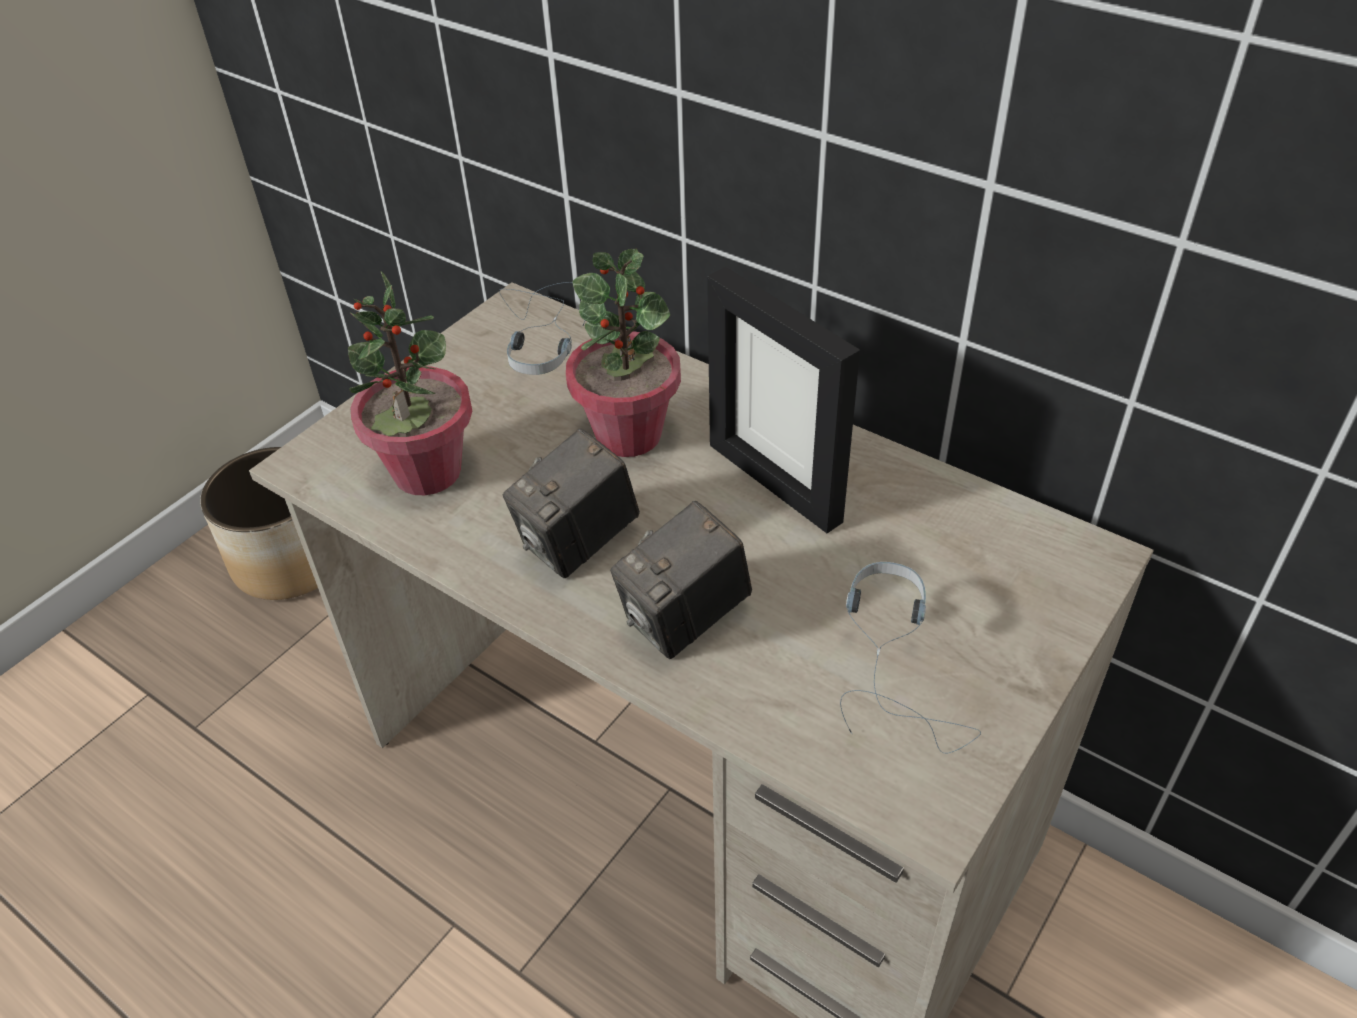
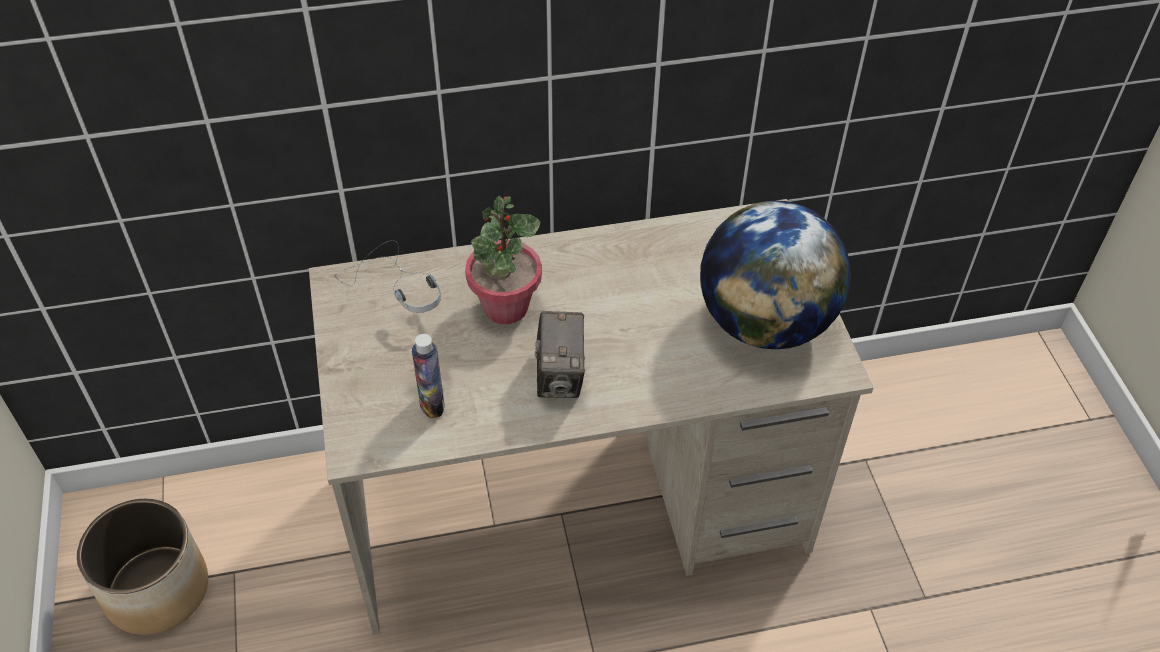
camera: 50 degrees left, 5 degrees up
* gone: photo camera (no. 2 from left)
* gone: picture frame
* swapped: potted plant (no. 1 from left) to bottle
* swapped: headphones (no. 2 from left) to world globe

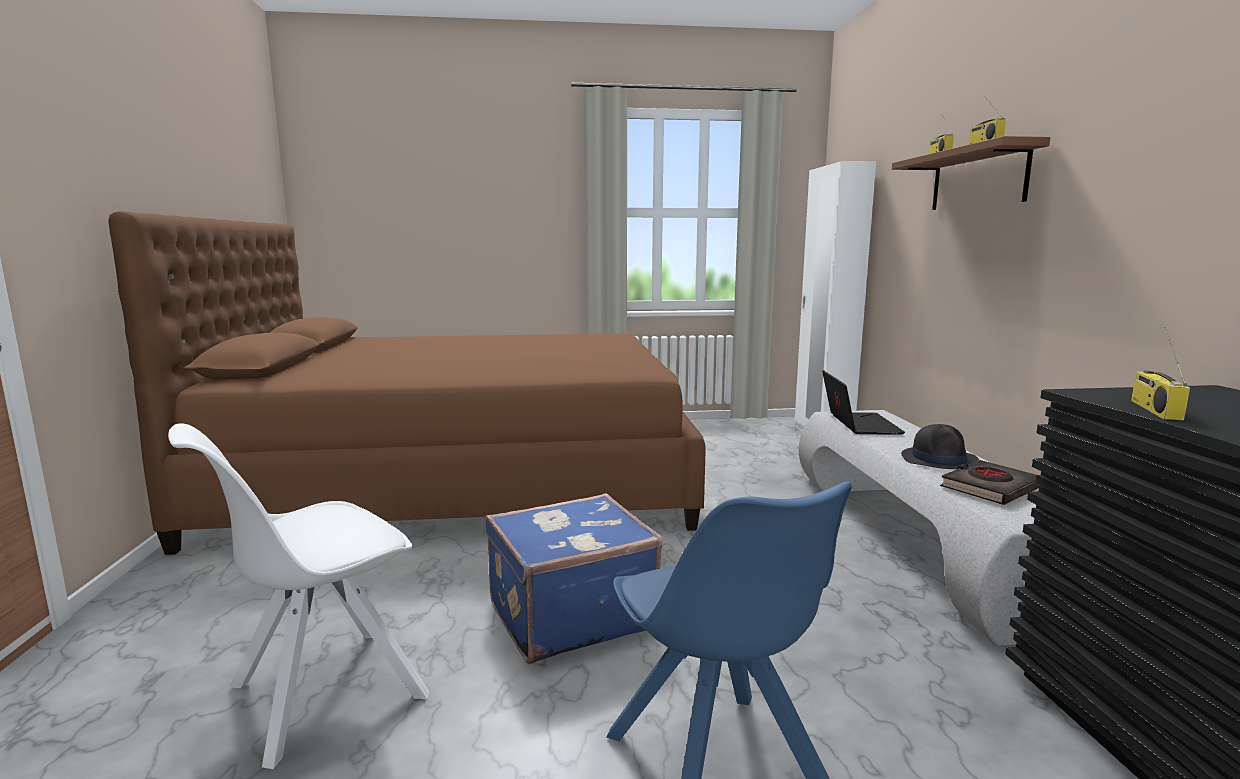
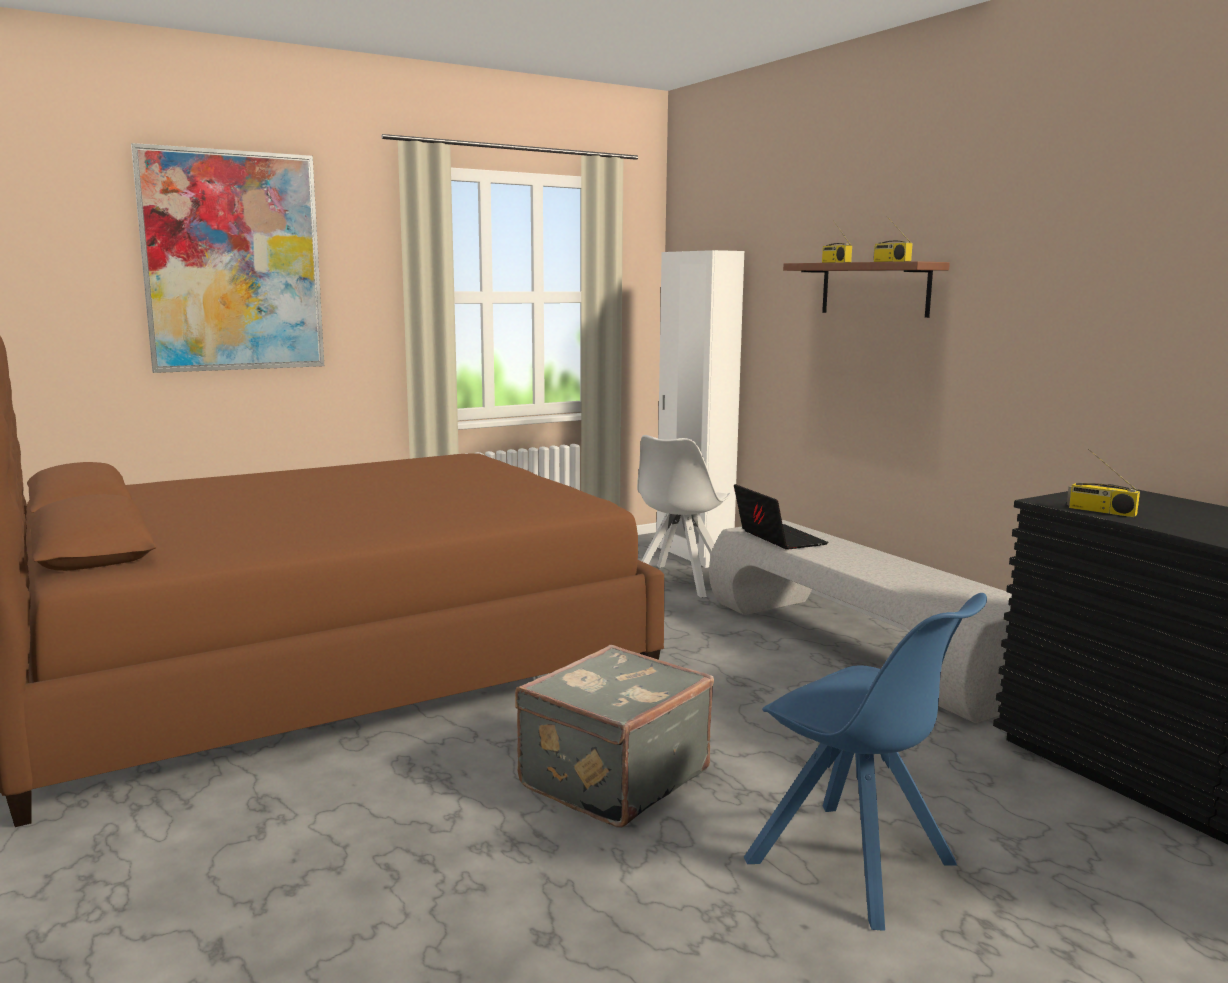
camera: 25 degrees left, 0 degrees up
* gone: hat (black)
* gone: volume (black)
* new: wall picture
* shifted: plain chair (white-coloured)
* repainted: suitcase (blue) to suitcase (gray)
* rotated: radio set (no. 3 from left) 45 degrees counterclockwise

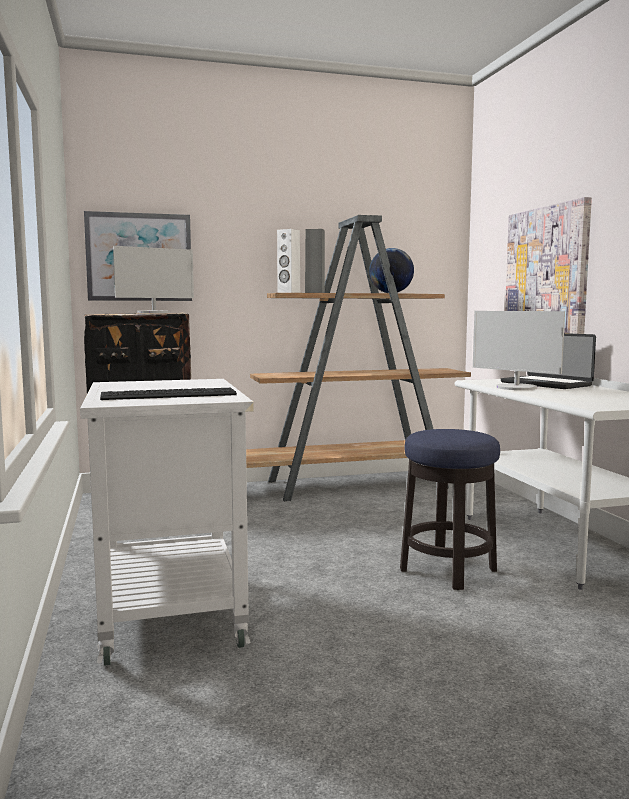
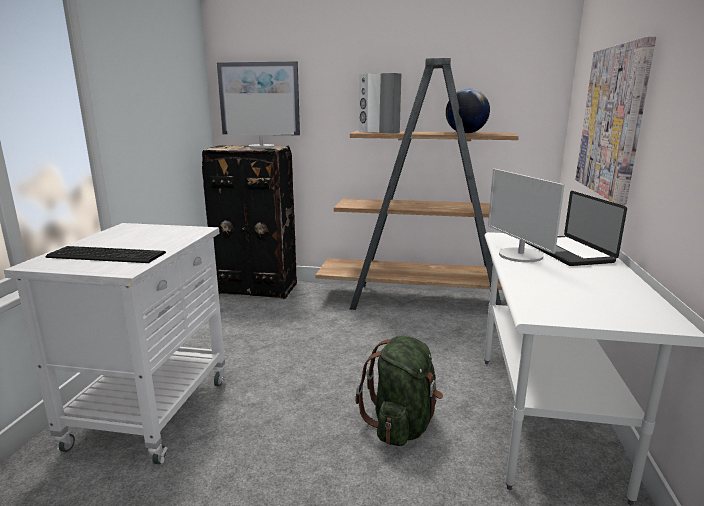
camera: 25 degrees right, 10 degrees up
* swapped: stool to knapsack (green-coloured)

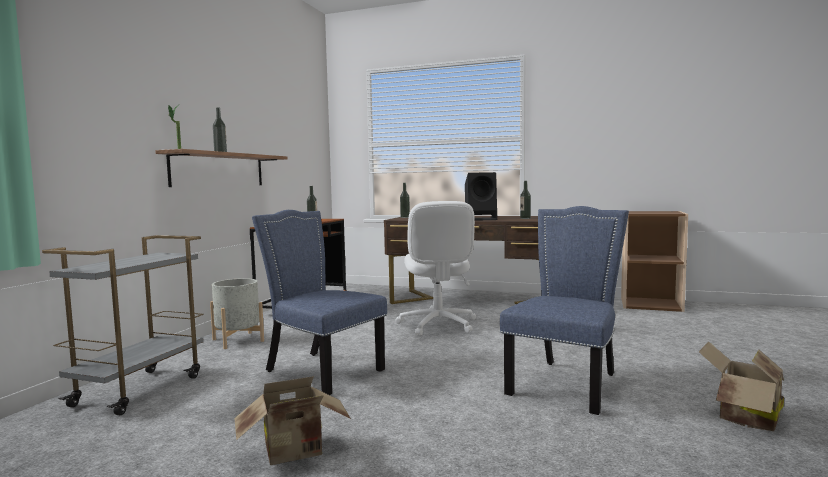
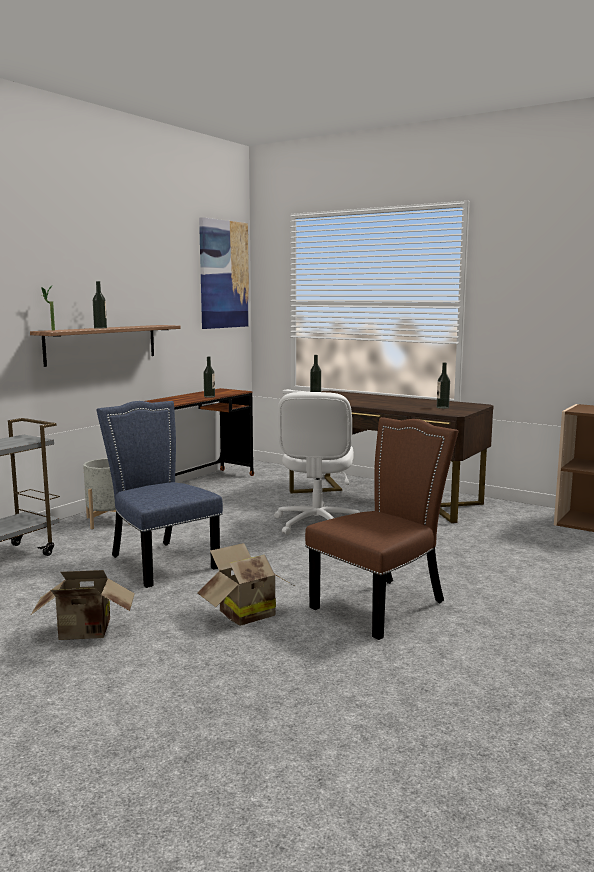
camera: 15 degrees right, 5 degrees up
* gone: audio speaker (black)
* new: wall picture
* shifted: cardboard box (no. 2 from left)
* repainted: plain chair (blue) (no. 2 from left) to plain chair (brown)

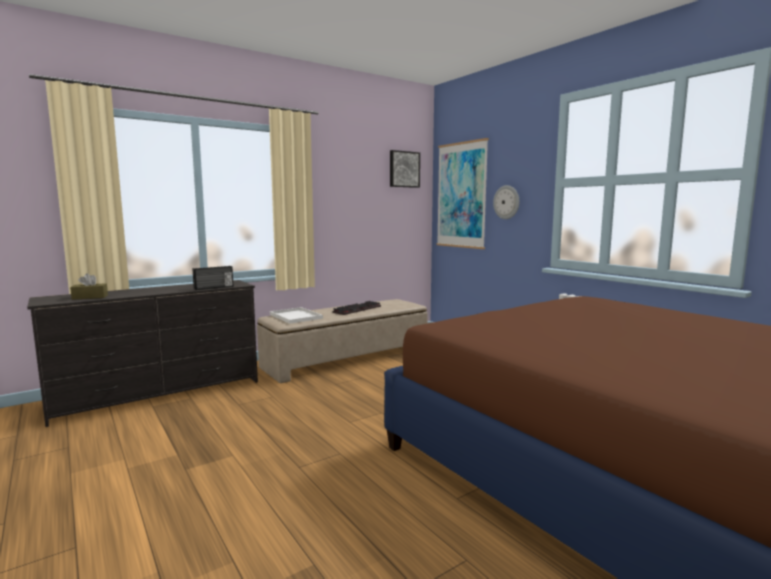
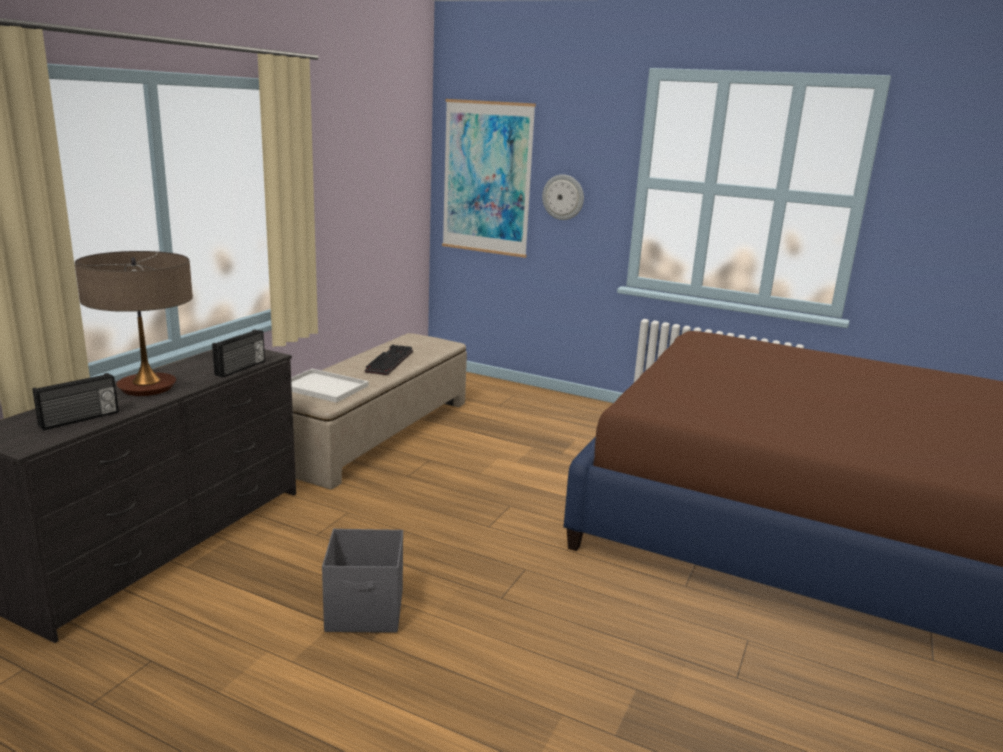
camera: 30 degrees left, 10 degrees up
* gone: wall picture (no. 1 from left)
* new: tabletop lamp
* new: storage box (gray)
* swapped: tissue box (brown) to radio set (no. 1 from left)

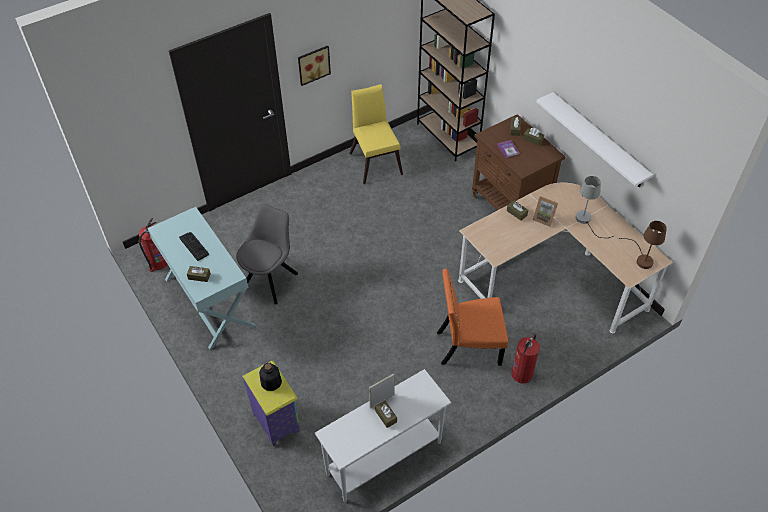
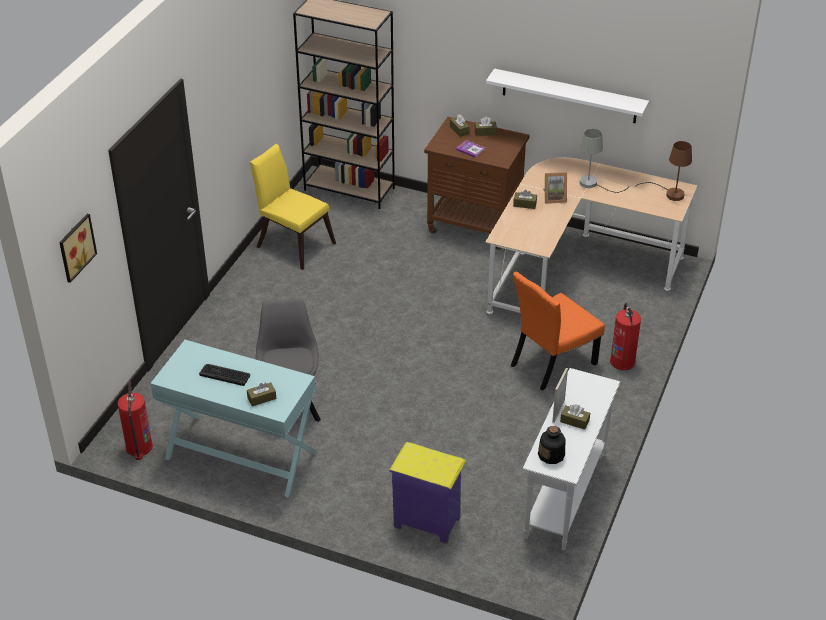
camera: 35 degrees left, 10 degrees down
* shifted: bottle
* shifted: wall picture

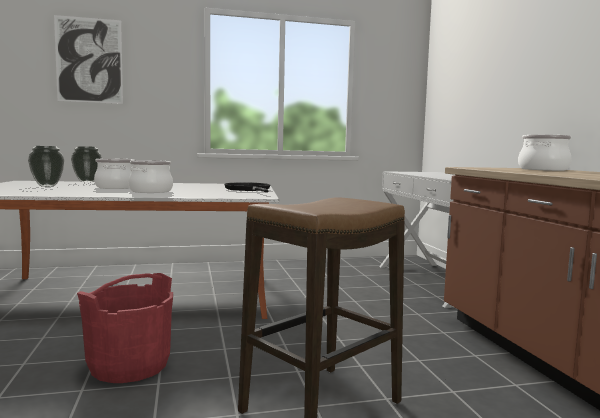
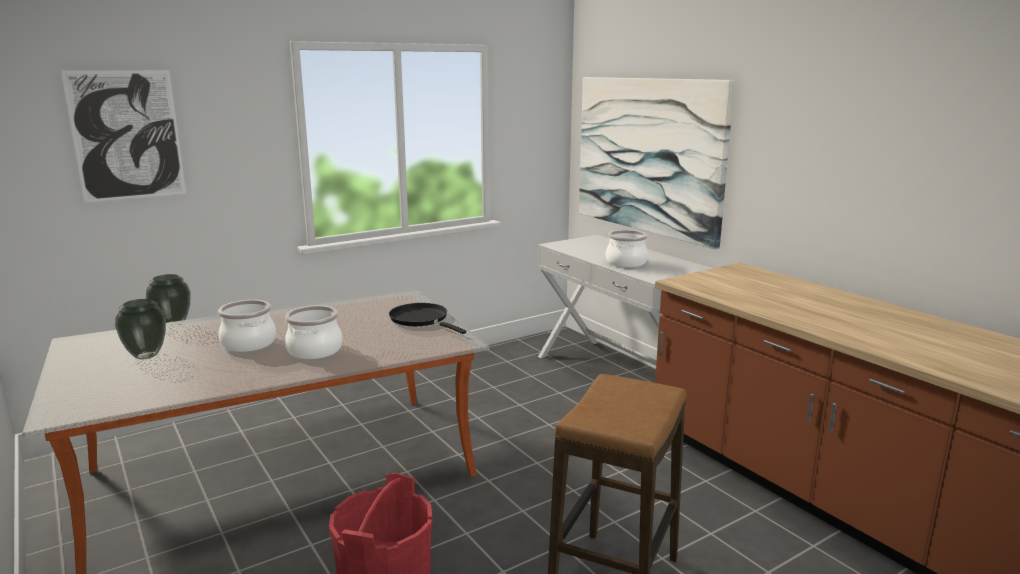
camera: 20 degrees left, 10 degrees up
* new: wall picture (no. 2 from left)
* shifted: cooking pot (no. 3 from left)

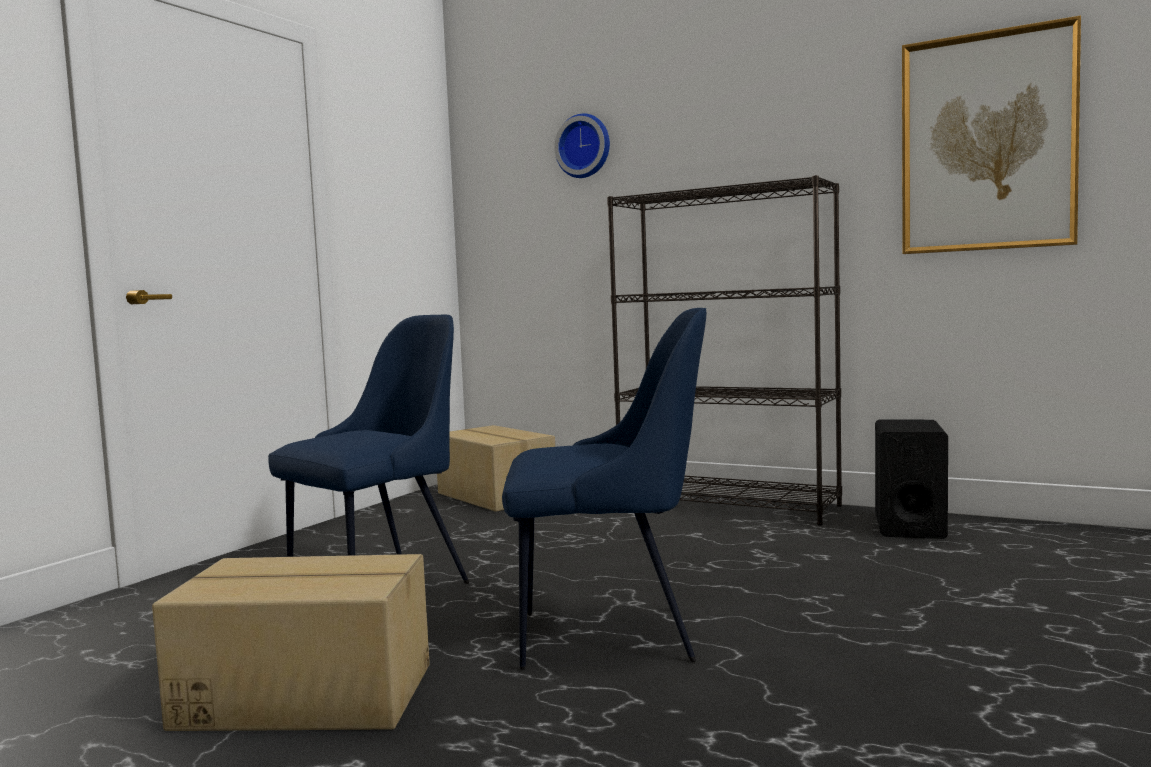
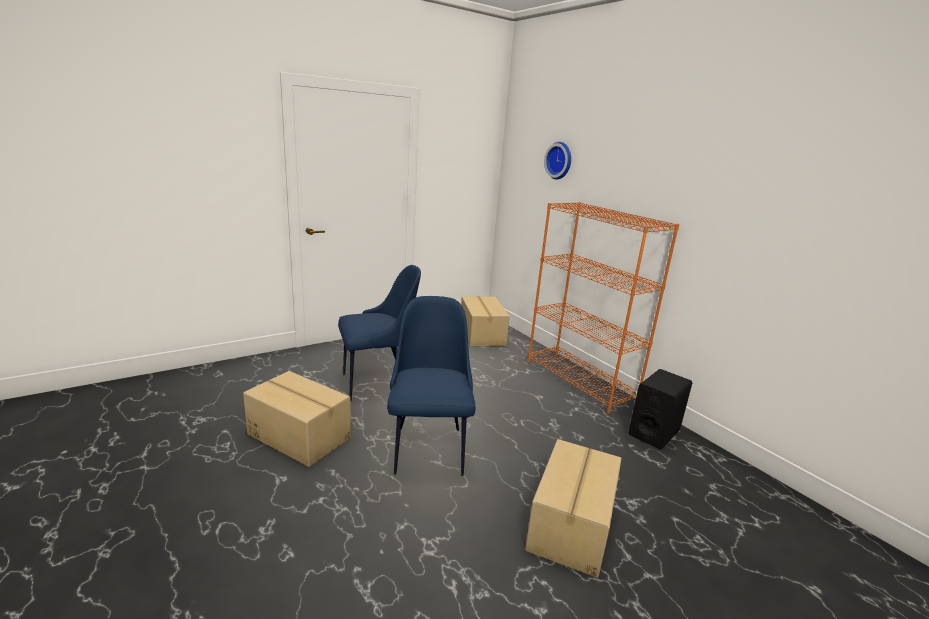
camera: 25 degrees right, 15 degrees up
* gone: wall picture
* new: cardboard box (no. 3 from left)
* repainted: shelving unit (black) to shelving unit (orange)
* rotated: plain chair (blue) (no. 2 from left) 120 degrees counterclockwise

